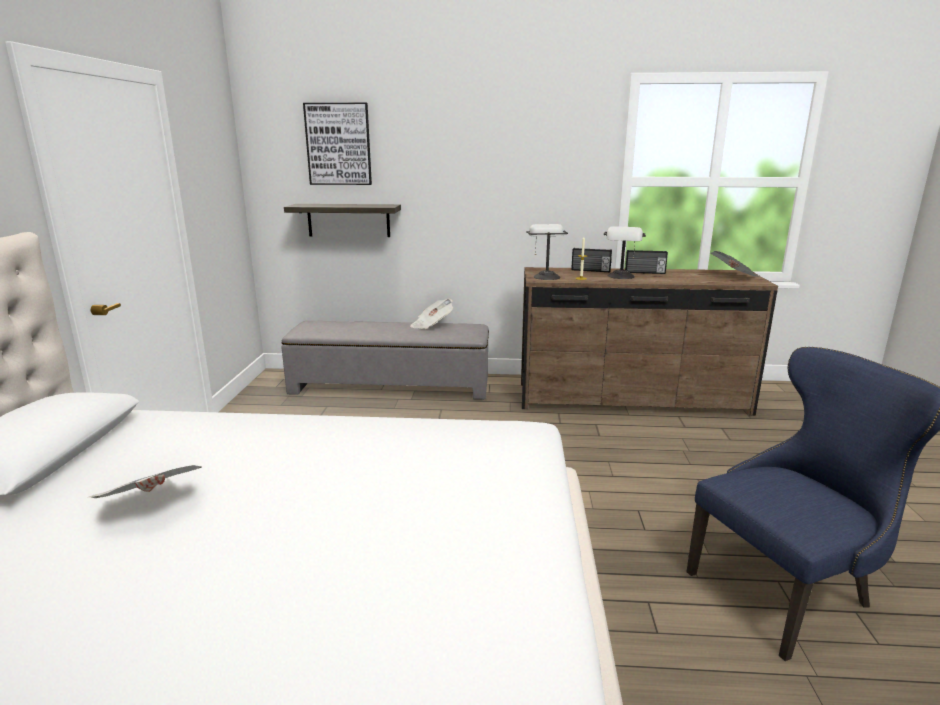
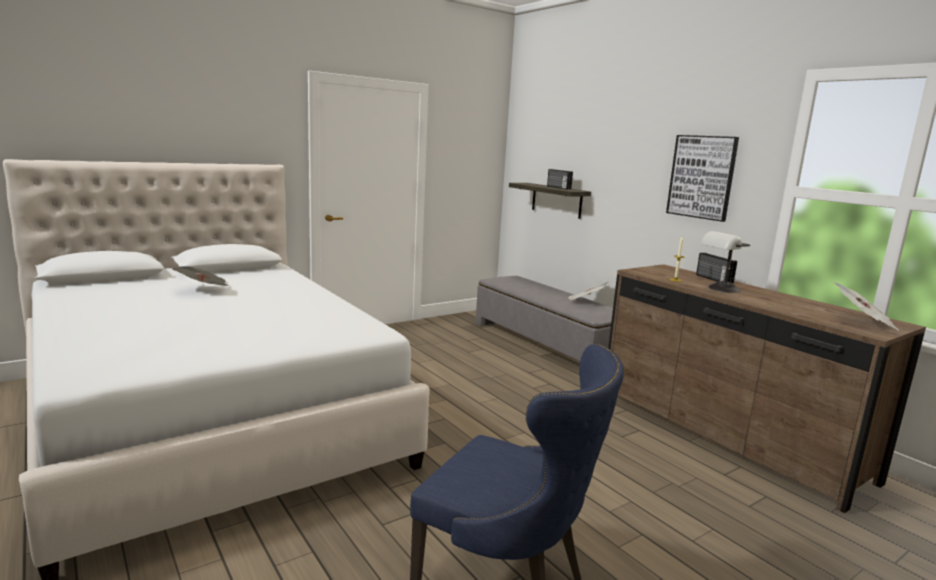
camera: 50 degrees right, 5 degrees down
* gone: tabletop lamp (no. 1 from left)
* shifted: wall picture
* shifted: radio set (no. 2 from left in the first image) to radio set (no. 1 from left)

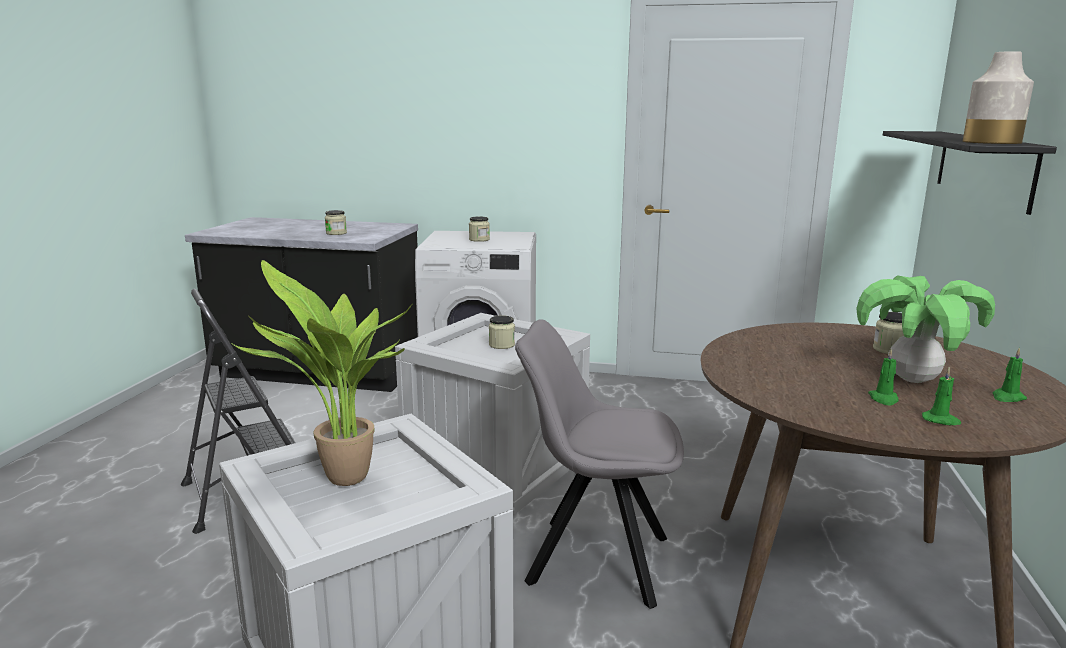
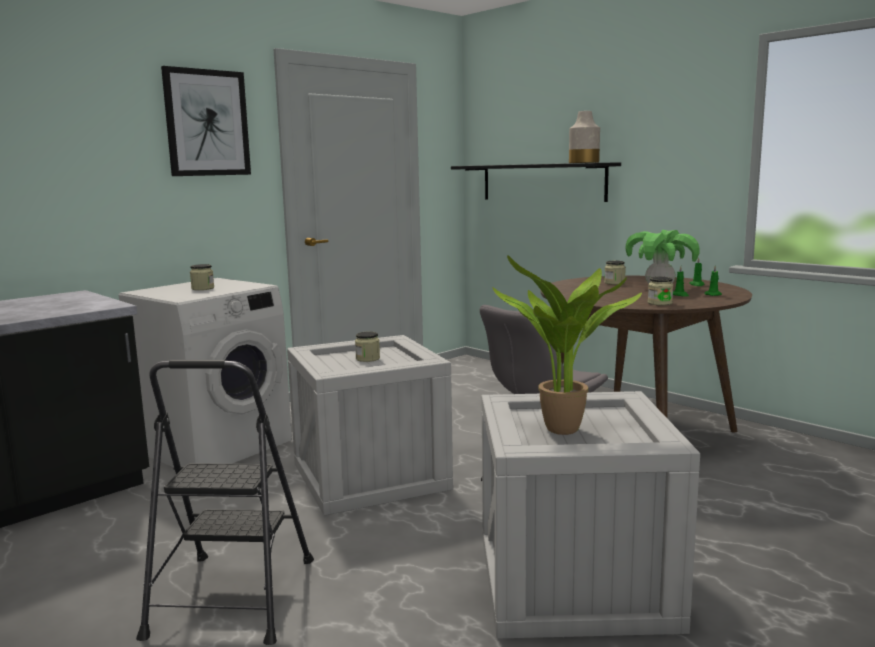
camera: 55 degrees left, 5 degrees down
* new: wall picture
* shifted: jar (no. 1 from left in the first image) to jar (no. 4 from left)

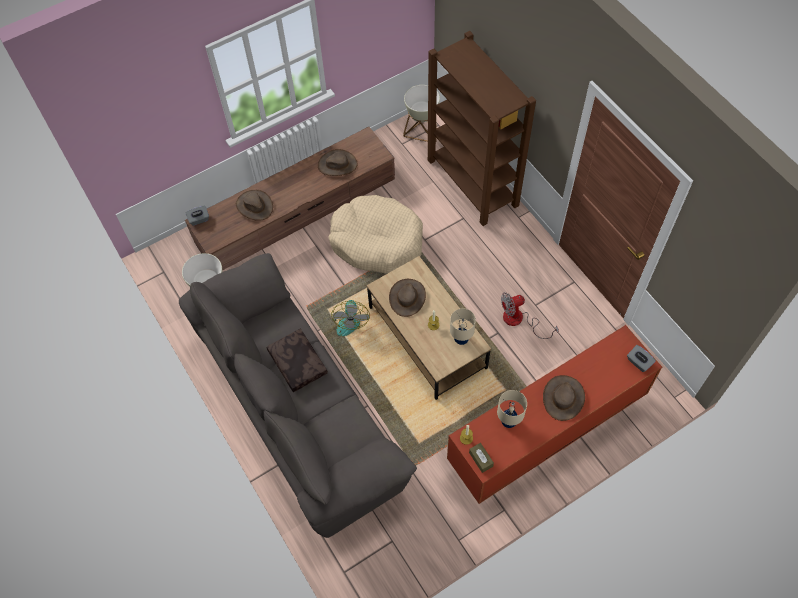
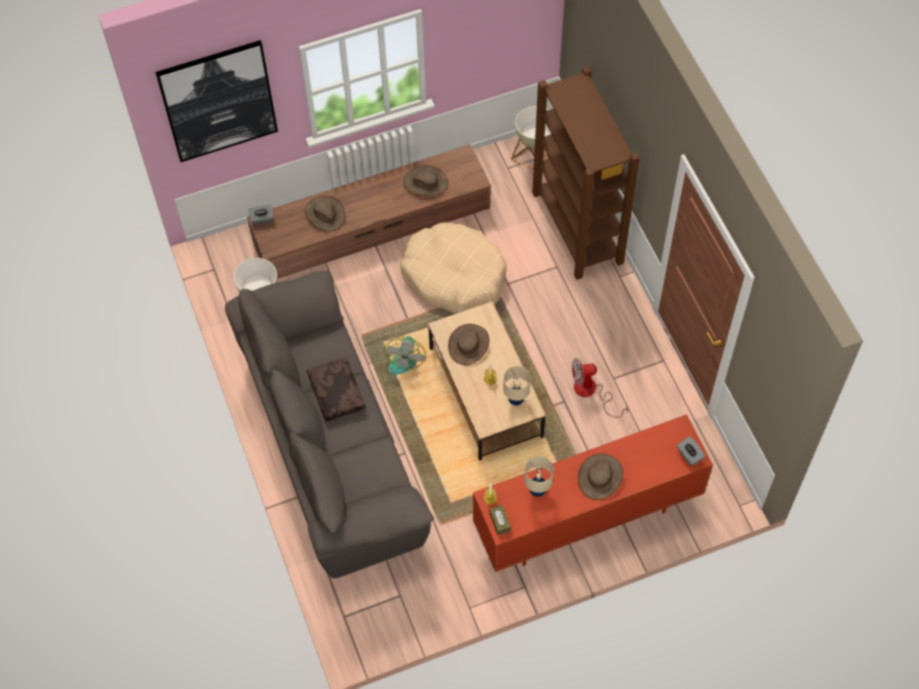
camera: 10 degrees right, 0 degrees up
* new: wall picture

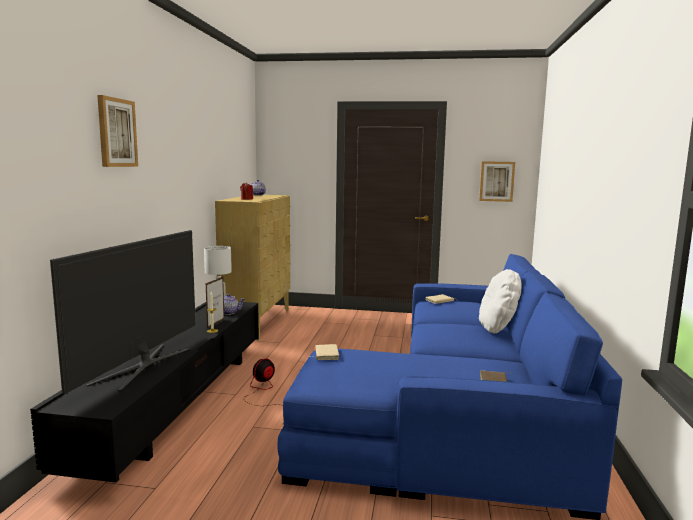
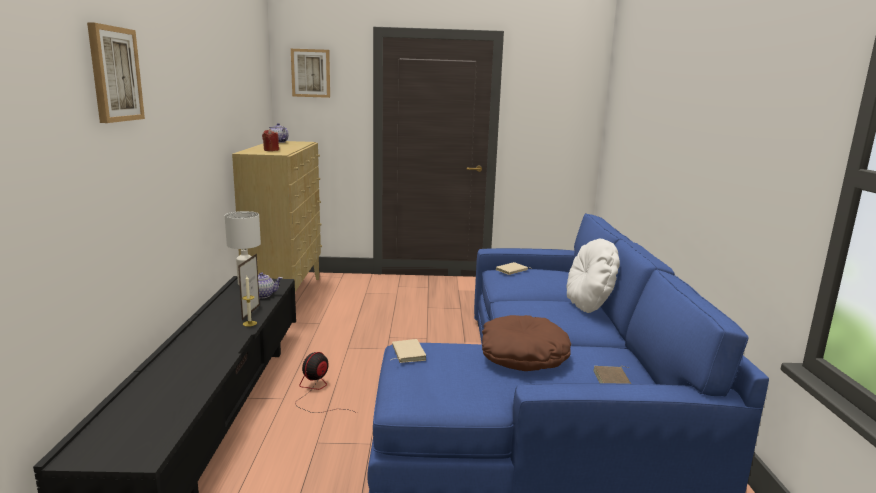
camera: 10 degrees left, 5 degrees up
* gone: TV set
* new: cushion (brown)
* shifted: wall picture (no. 2 from left)

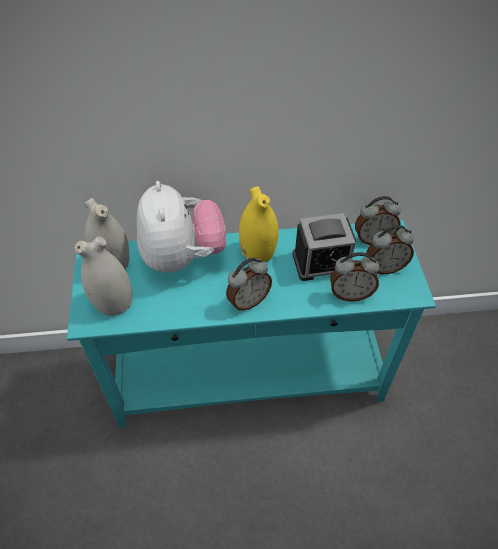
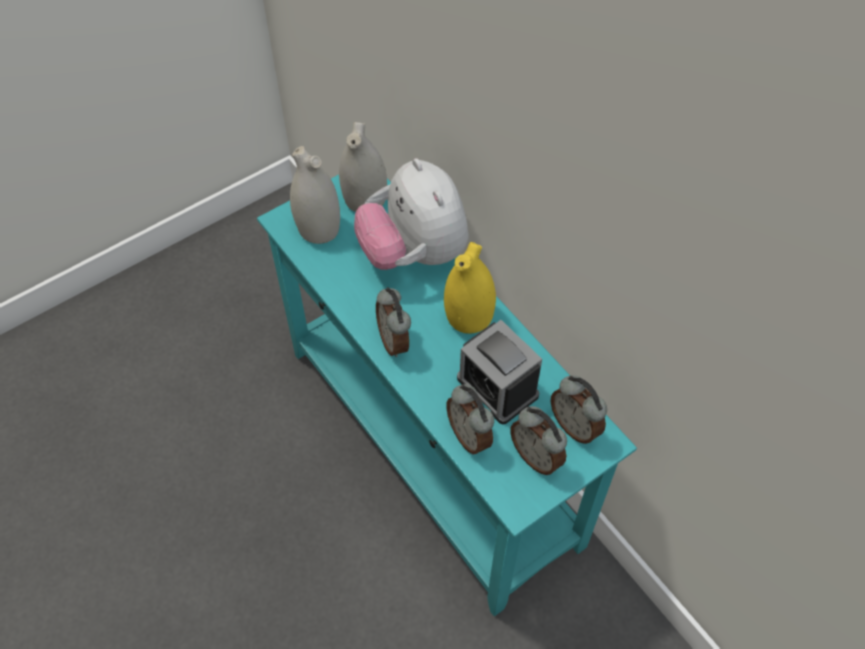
camera: 60 degrees right, 5 degrees up
* rotated: soft toy 105 degrees clockwise
* rotated: table clock (no. 1 from left) 45 degrees clockwise

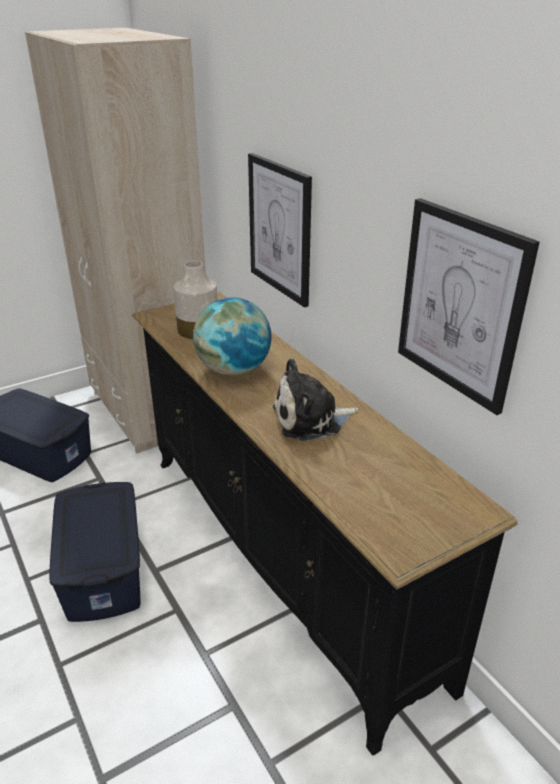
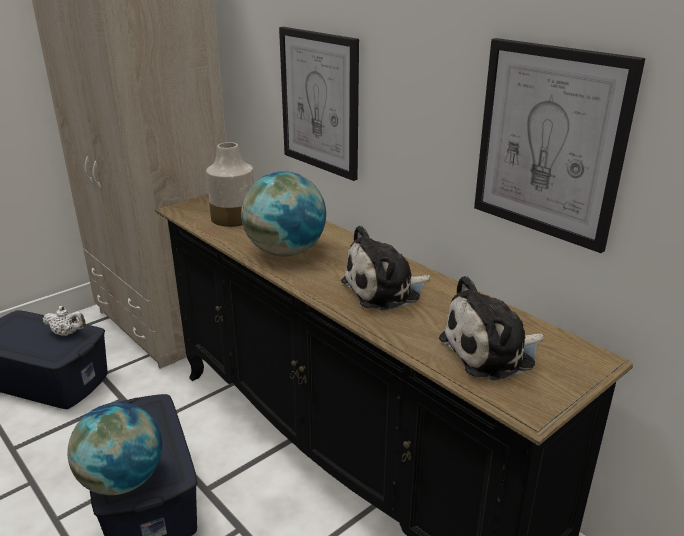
camera: 10 degrees left, 5 degrees down
* new: teapot (white-coloured)
* new: world globe (no. 1 from left)
* new: soft toy (no. 2 from left)

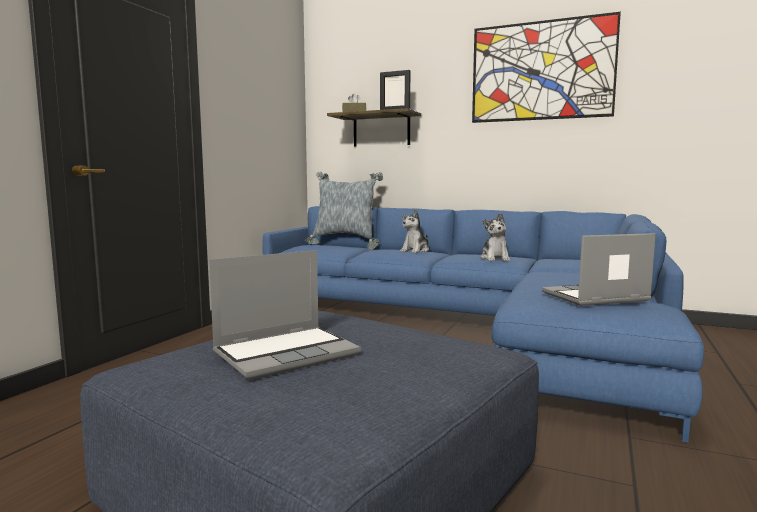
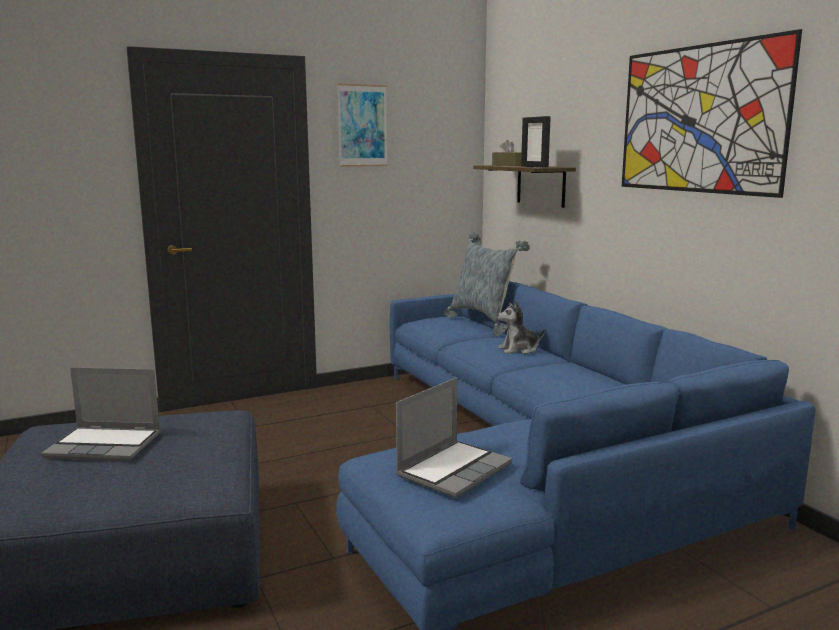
camera: 40 degrees right, 5 degrees up
* gone: soft toy (no. 2 from left)
* new: wall picture (no. 1 from left)
* rotated: laptop (no. 2 from left) 105 degrees clockwise

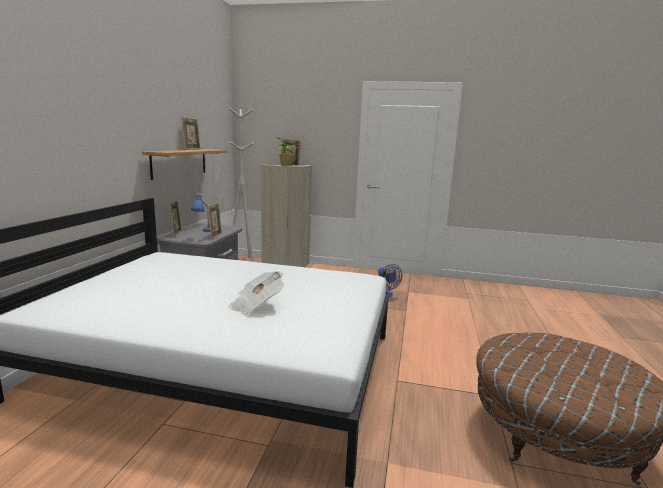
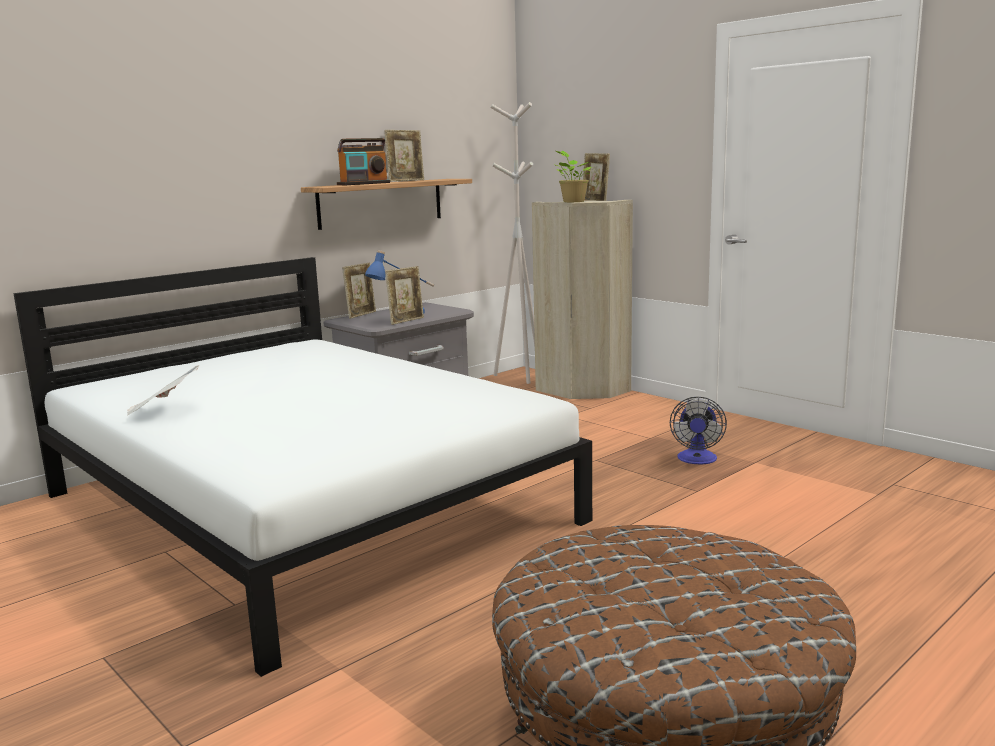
camera: 35 degrees right, 0 degrees up
* new: radio set
* shifted: printed paper

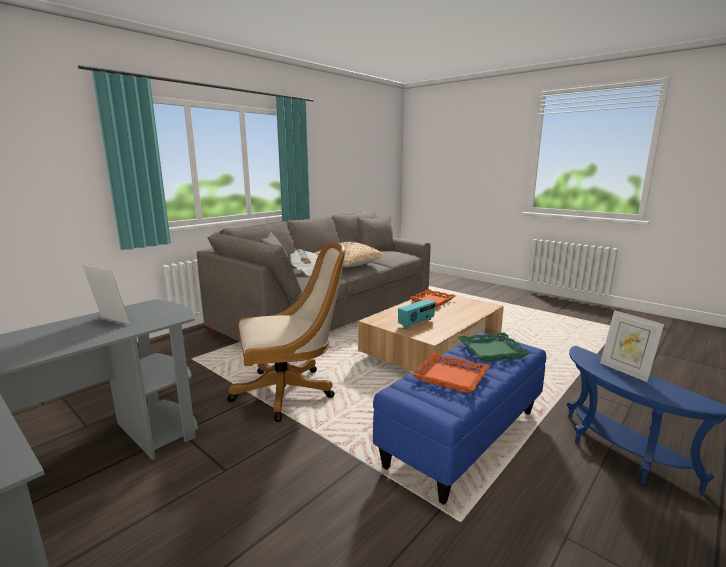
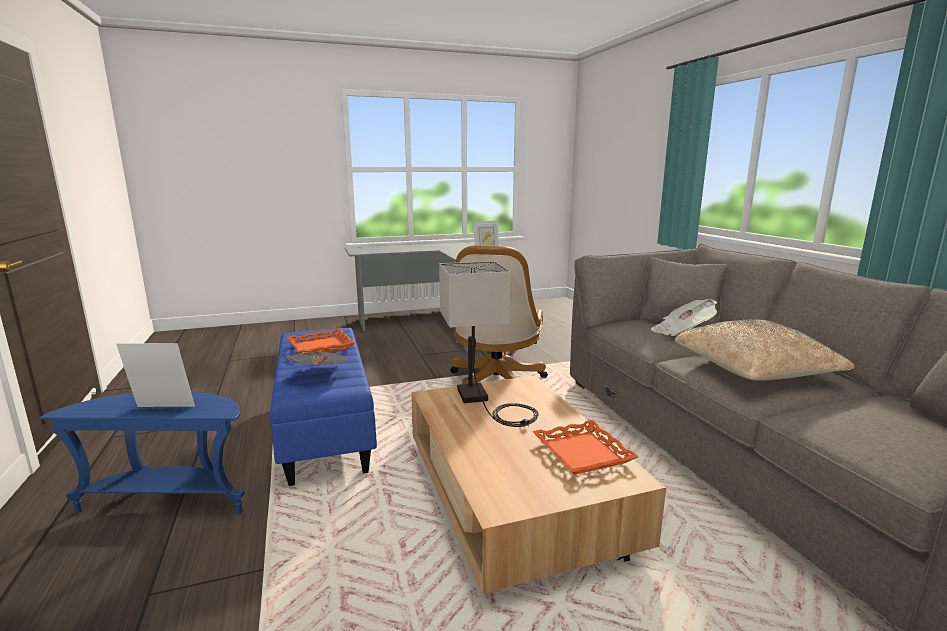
camera: 120 degrees right, 0 degrees up
* swapped: radio set to tabletop lamp
* swapped: carrying tray (green-coloured) to printed paper (no. 1 from left)

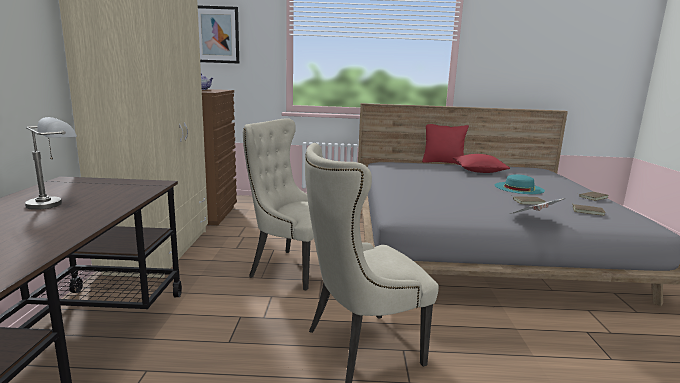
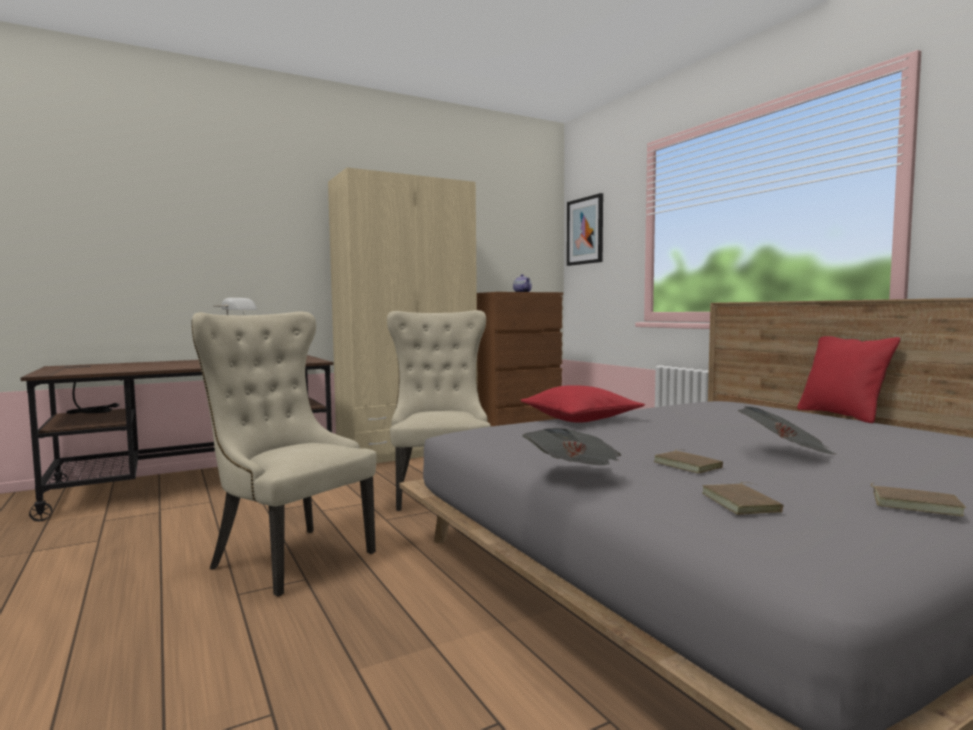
camera: 60 degrees right, 10 degrees down
* shifted: cushion (red-coloured) (no. 2 from left in the first image) to cushion (red-coloured) (no. 1 from left)
* swapped: hat (turquoise-coloured) to printed paper (no. 2 from left)

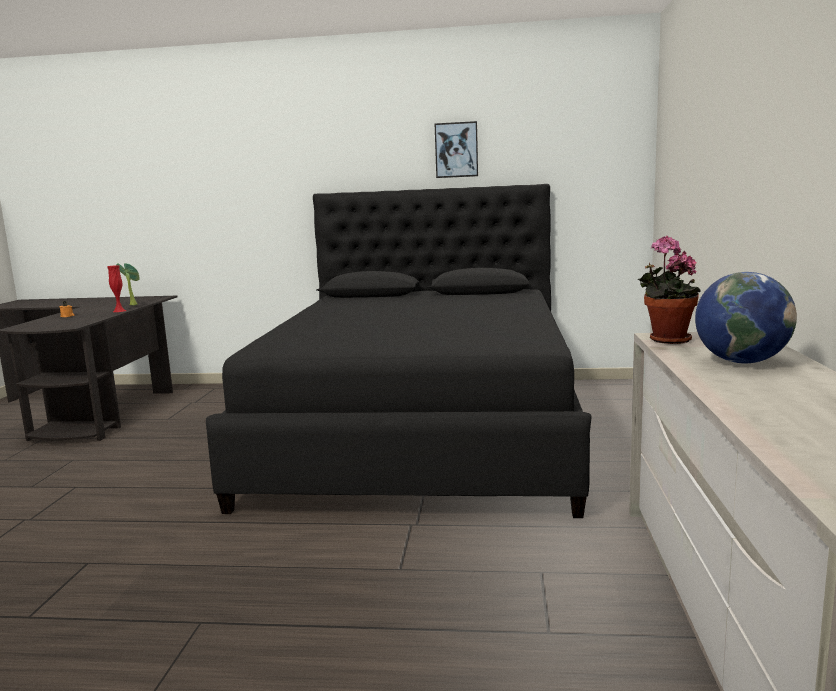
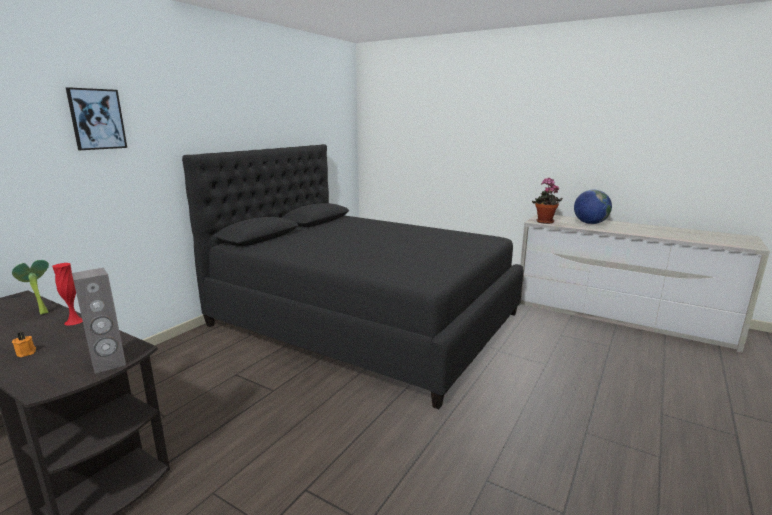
camera: 65 degrees left, 5 degrees up
* new: audio speaker (gray)
* shifted: wall picture

